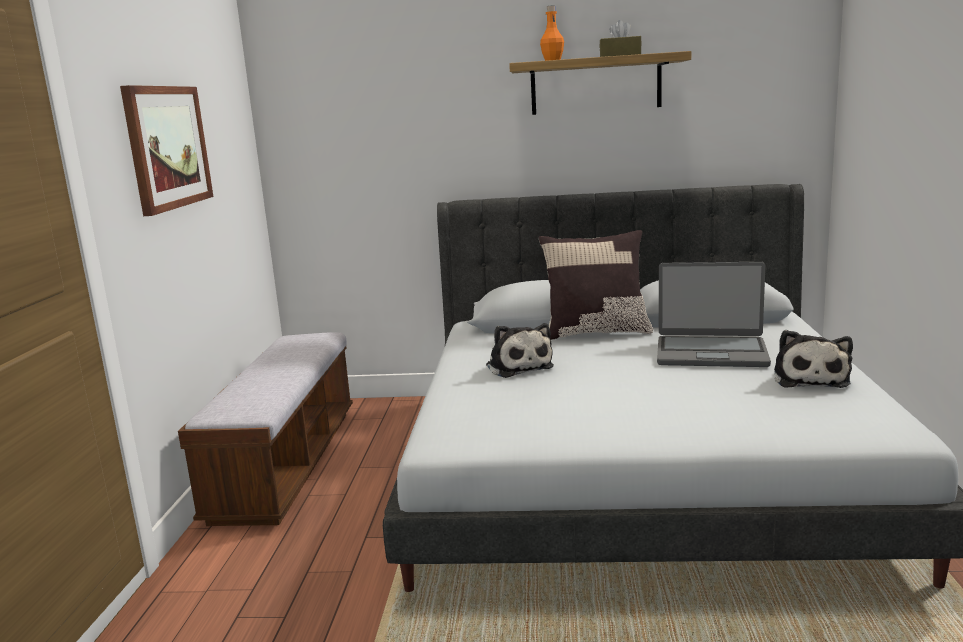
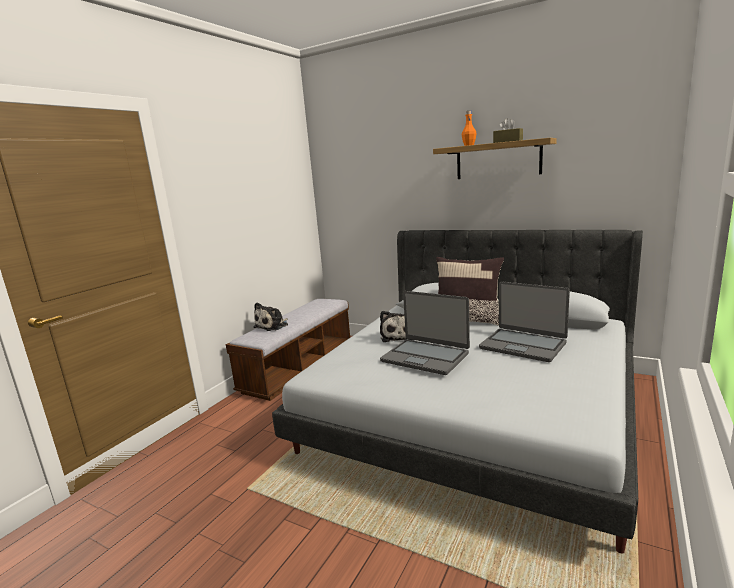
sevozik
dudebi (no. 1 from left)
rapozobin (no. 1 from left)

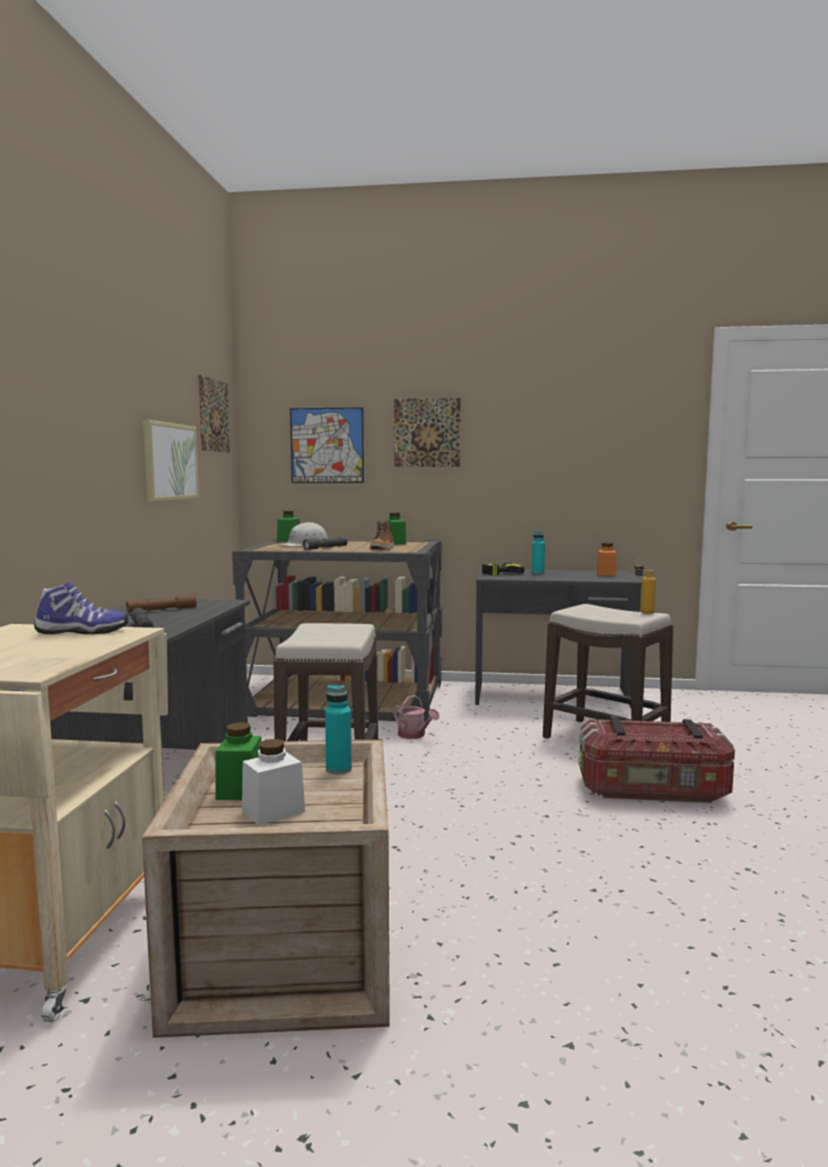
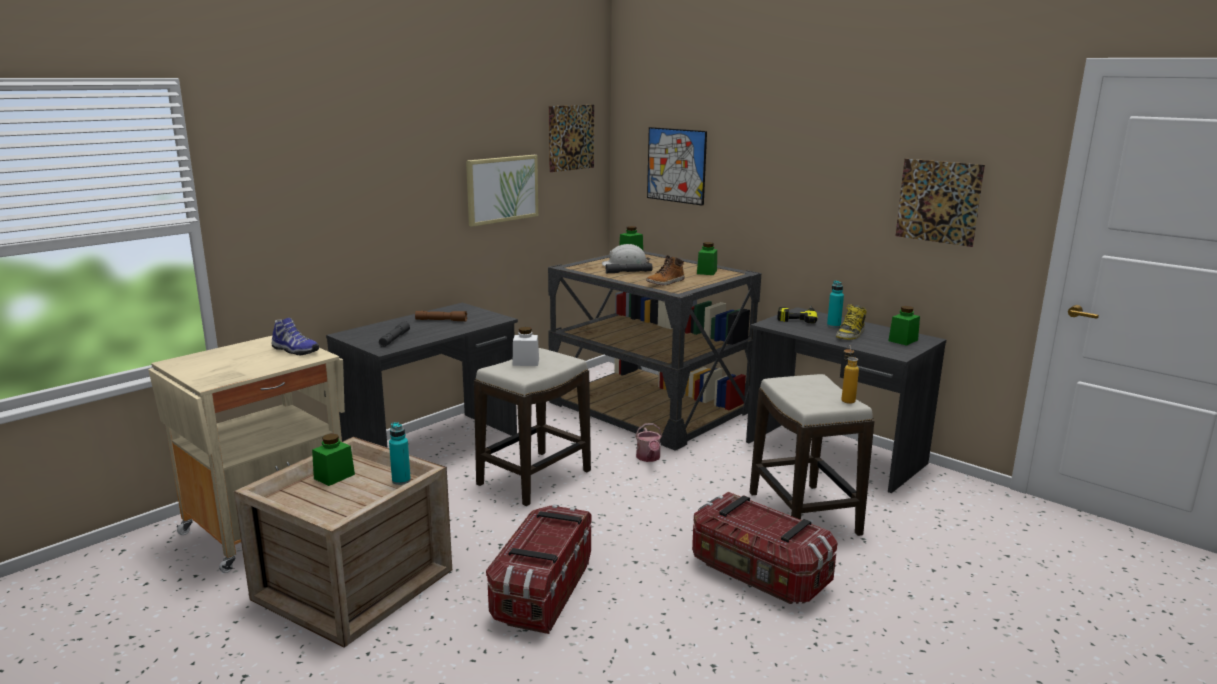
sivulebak (no. 1 from left)
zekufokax (no. 2 from left)
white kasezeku
sevozik (no. 4 from left)
green kasezeku (no. 4 from left)

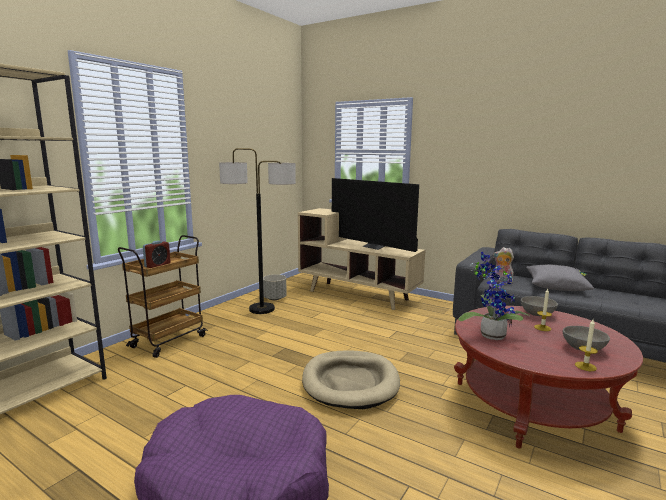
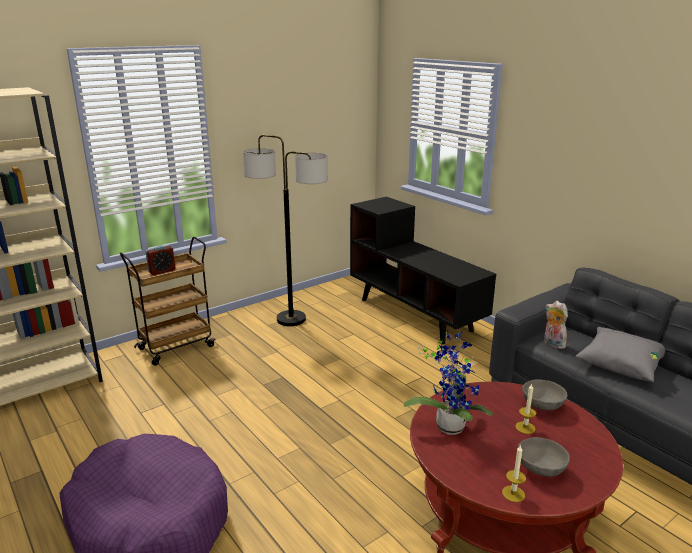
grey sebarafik
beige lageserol
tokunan
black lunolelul

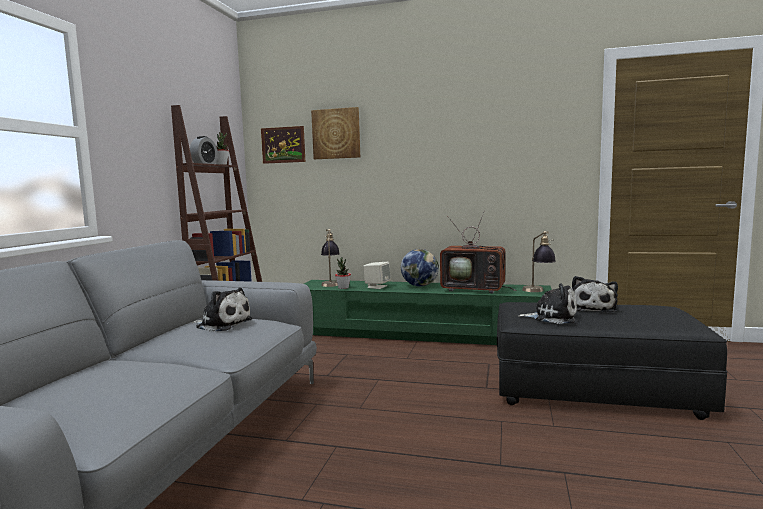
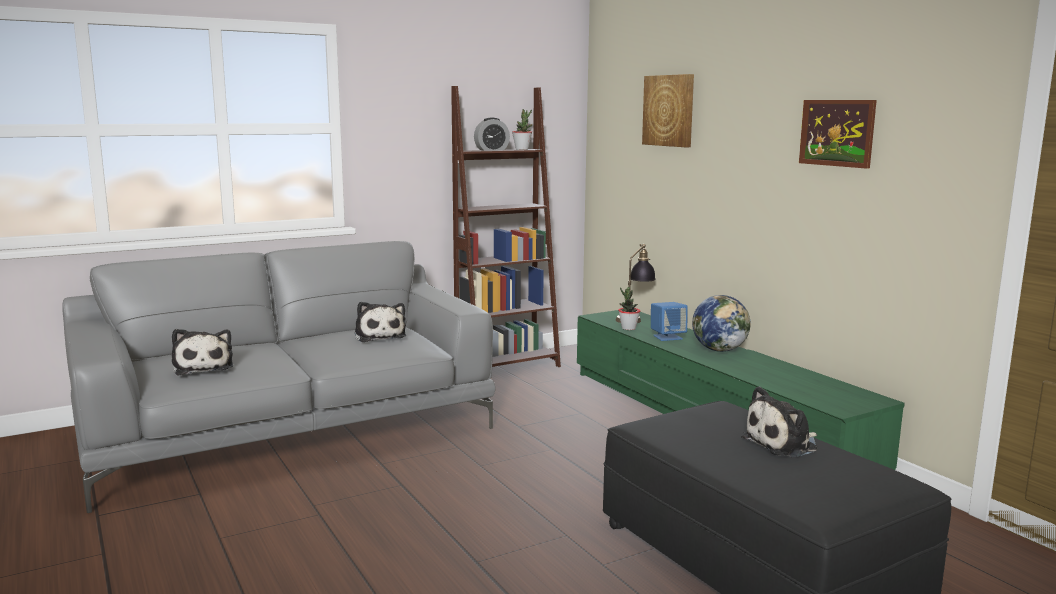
tokunan
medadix (no. 2 from left in the first image)
sevozik (no. 2 from left)
rapozobin (no. 1 from left)
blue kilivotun

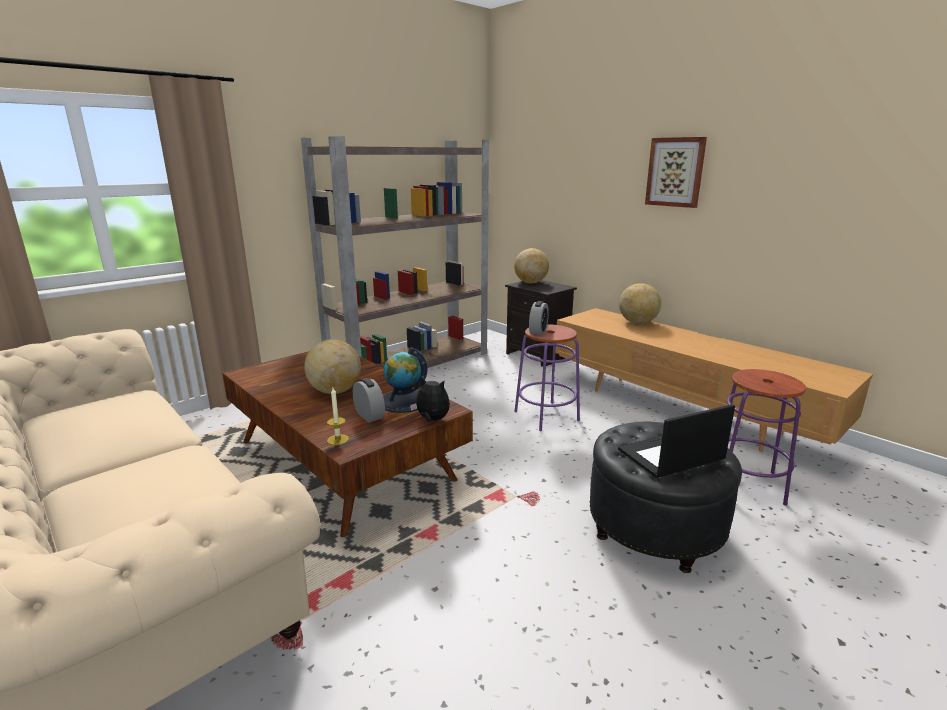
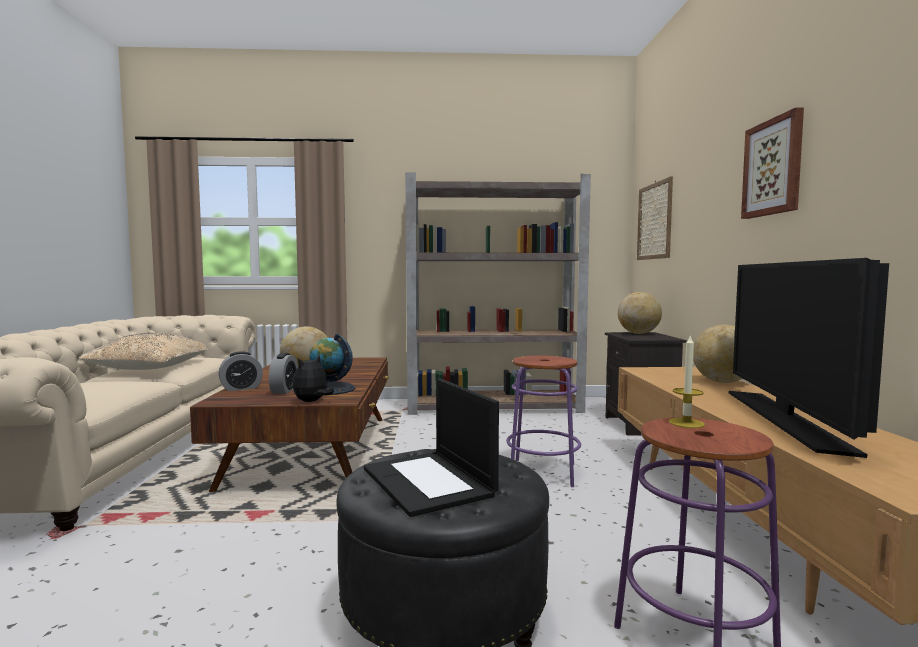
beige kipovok
sevozik (no. 1 from left)
tokunan
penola
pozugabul (no. 1 from left)
rapozobin
dudebi

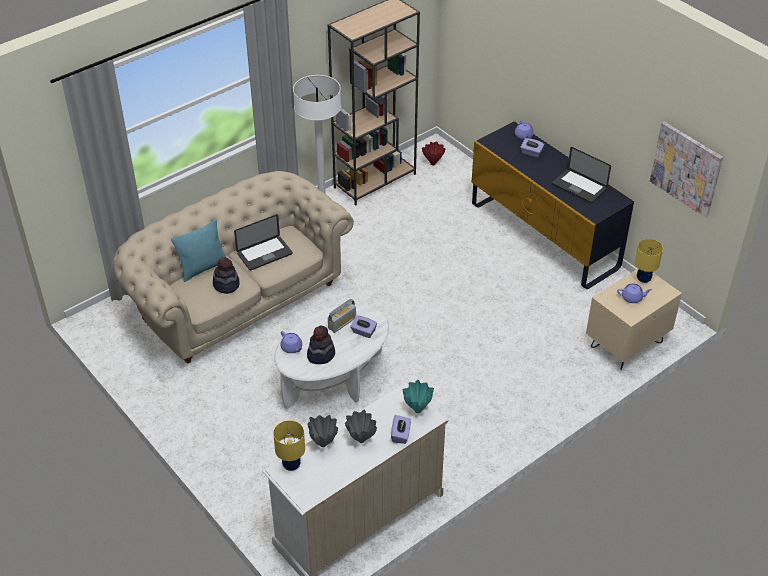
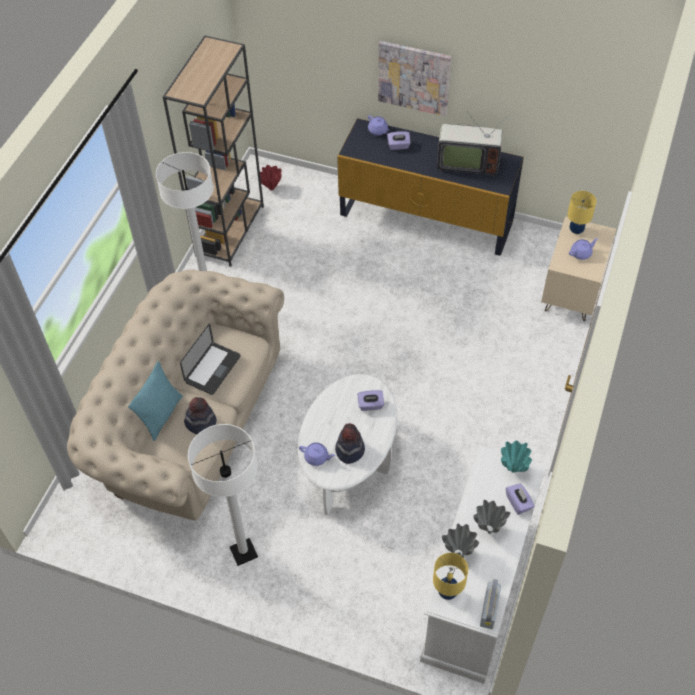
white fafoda (no. 2 from left)
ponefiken
sevozik
tokunan

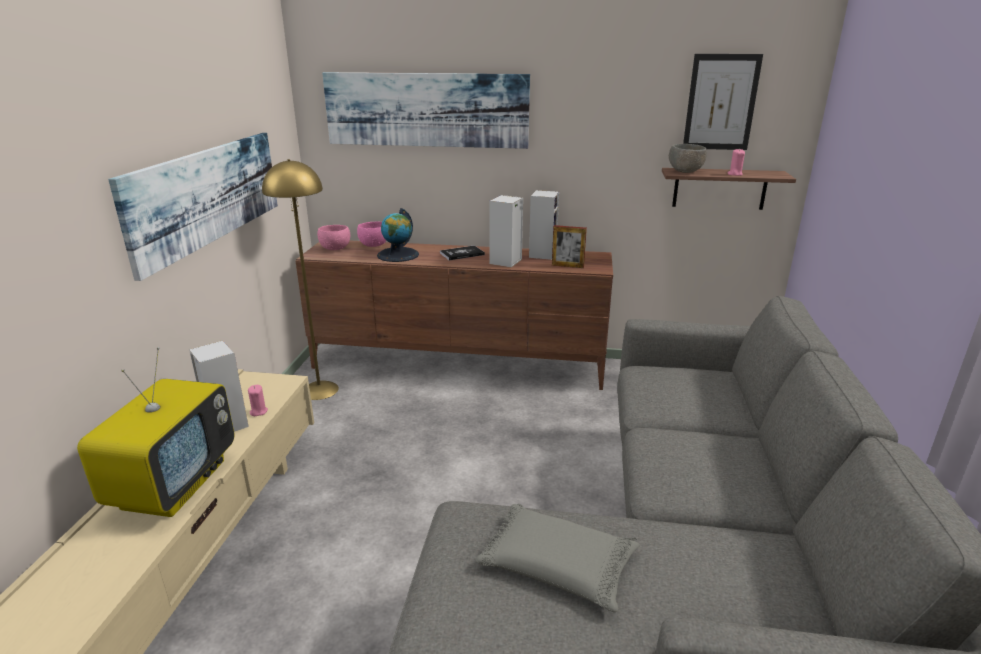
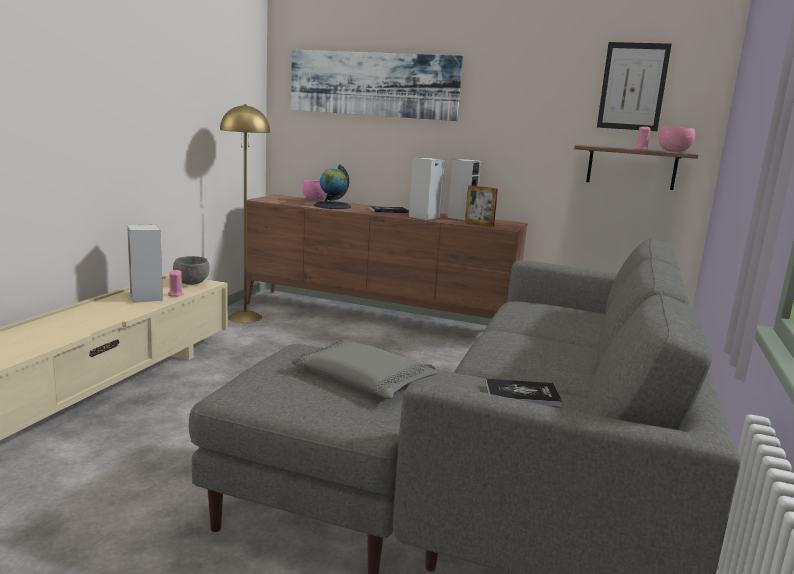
tokunan
sevozik (no. 1 from left in the first image)
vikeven (no. 2 from left)
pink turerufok (no. 2 from left)
grey turerufok

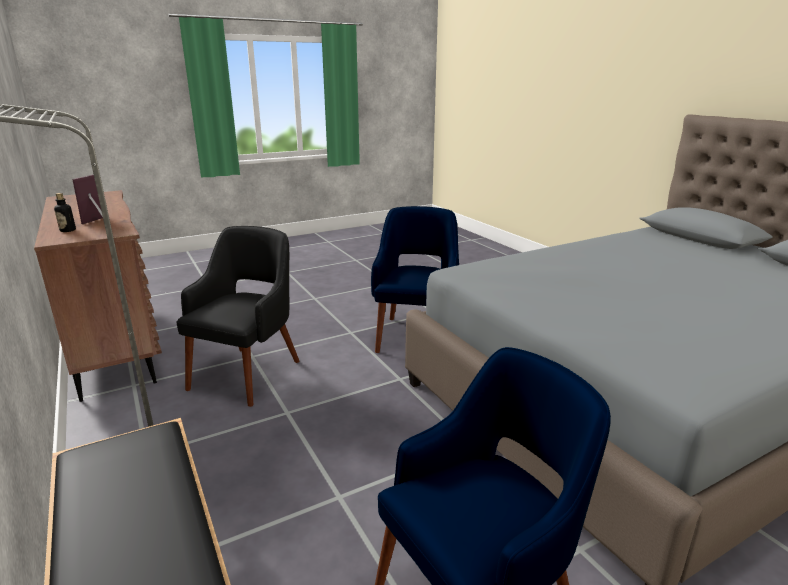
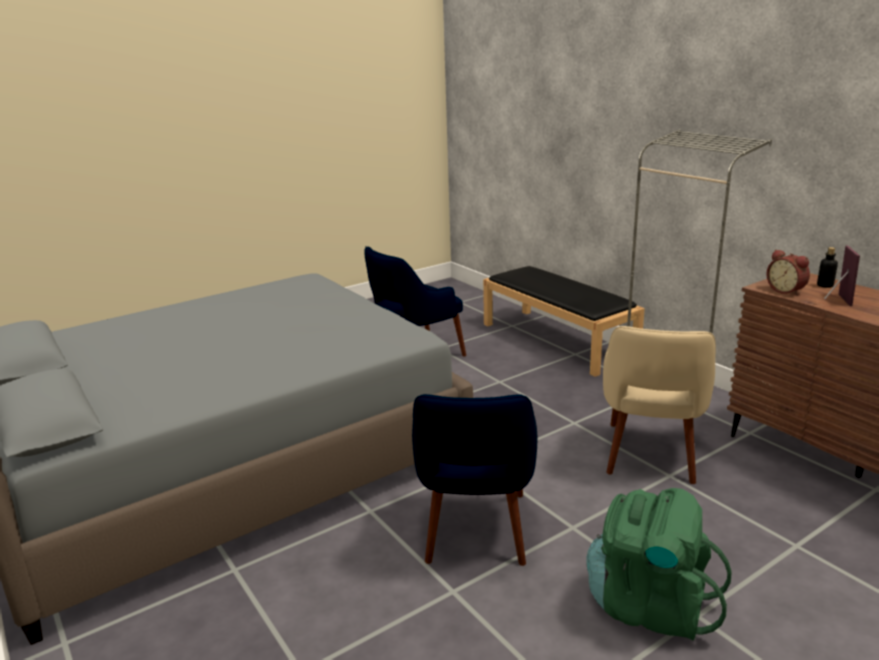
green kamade
pozugabul
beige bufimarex

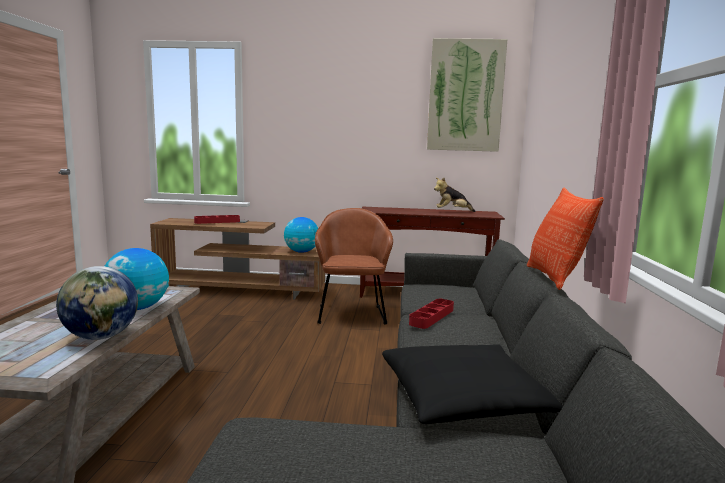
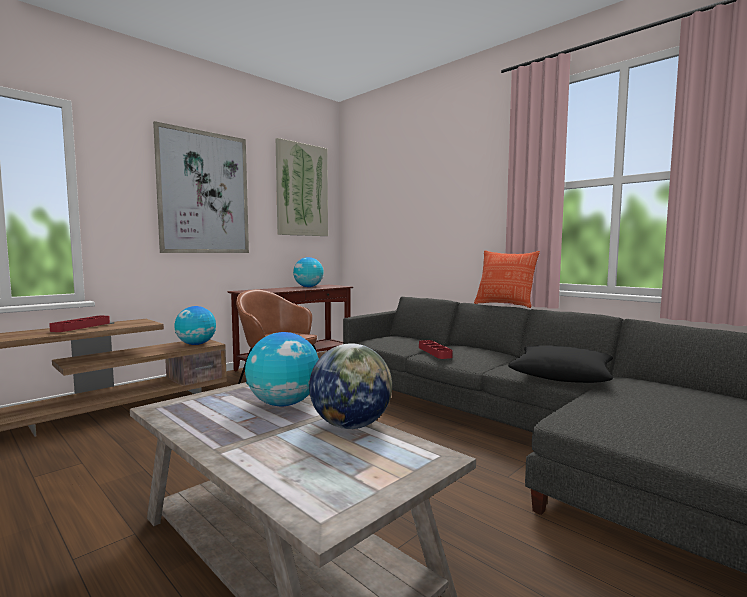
sevozik (no. 1 from left)
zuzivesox (no. 3 from left)

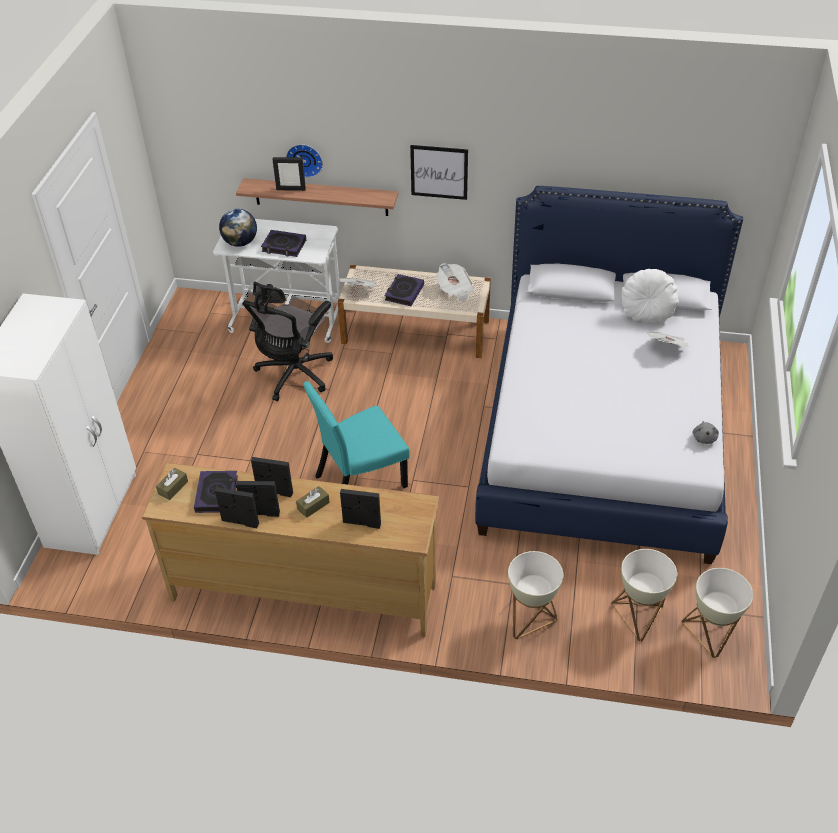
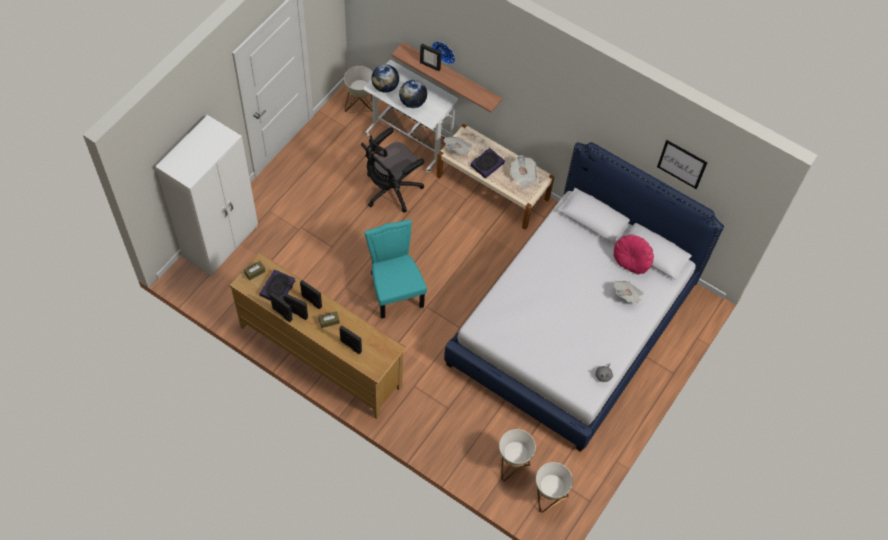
sevozik
sebarafik (no. 1 from left)
zuzivesox (no. 2 from left)
pink kipovok
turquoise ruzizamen

